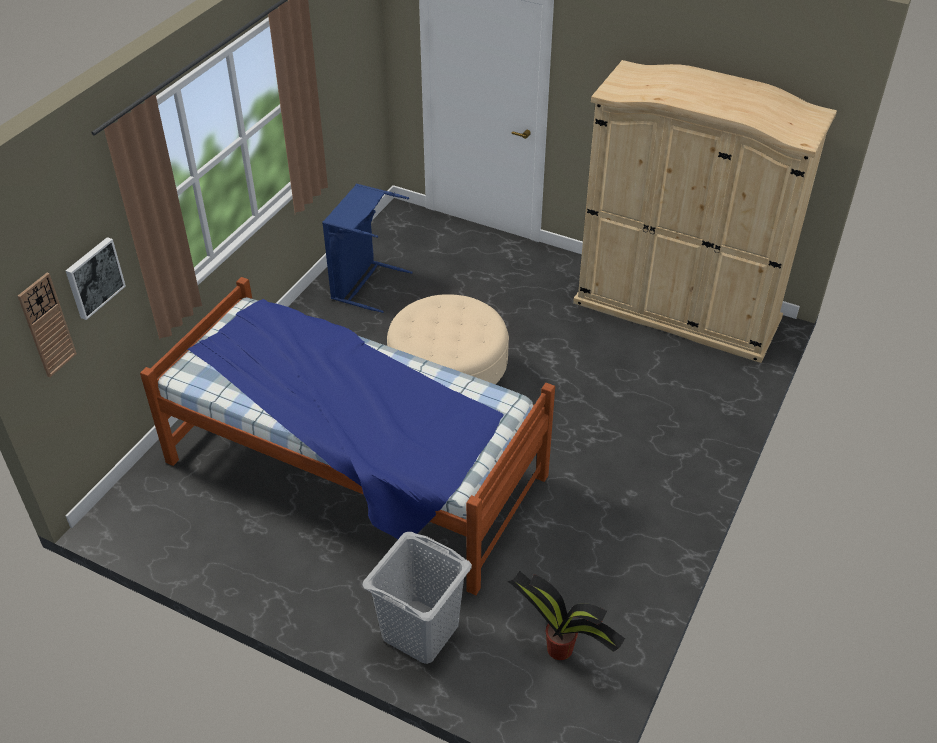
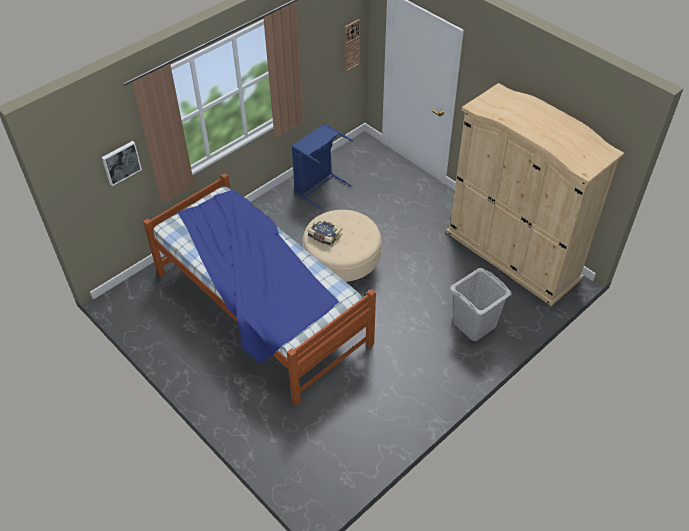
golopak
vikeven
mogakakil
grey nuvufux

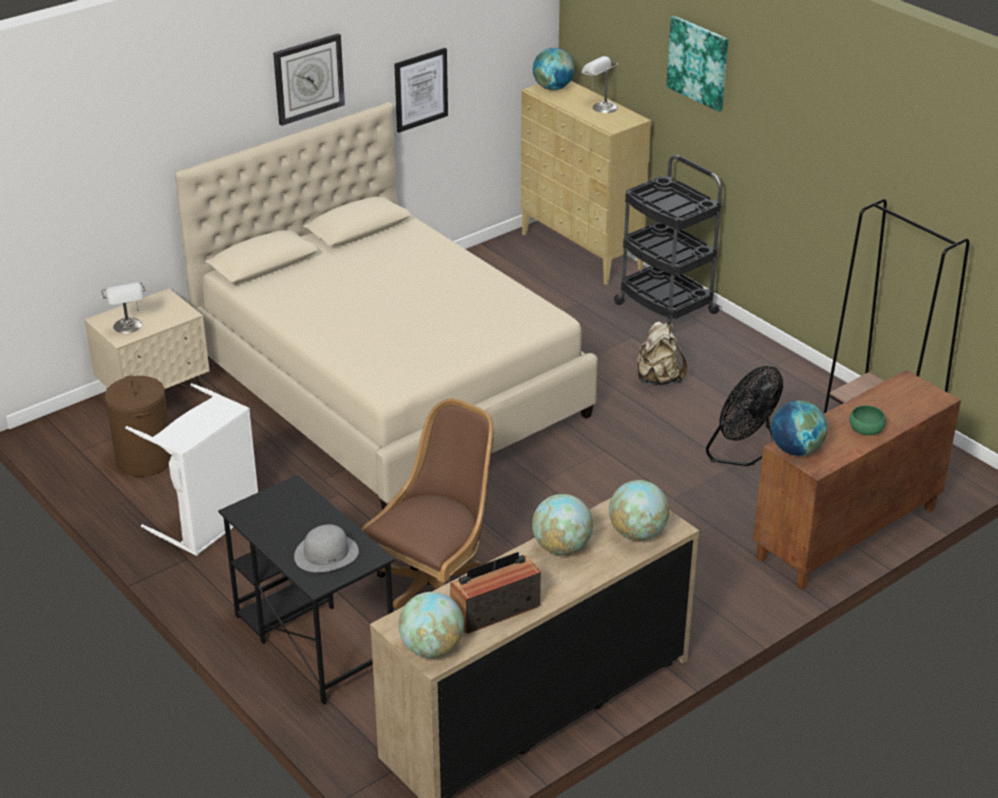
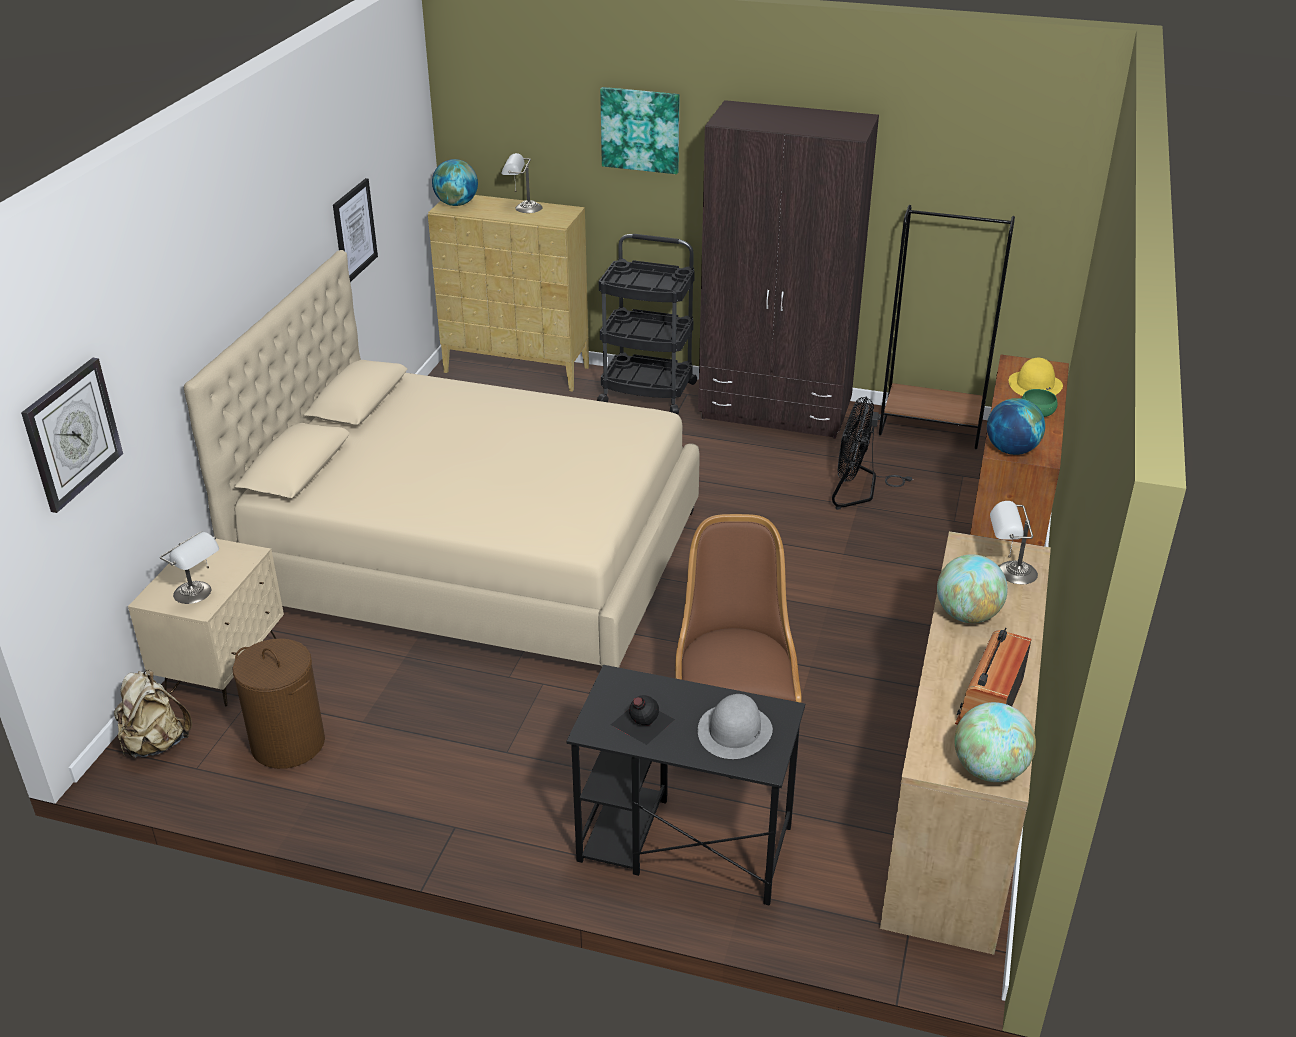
white nuvufux
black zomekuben
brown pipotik
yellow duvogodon
mogakakil
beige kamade
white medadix (no. 3 from left)

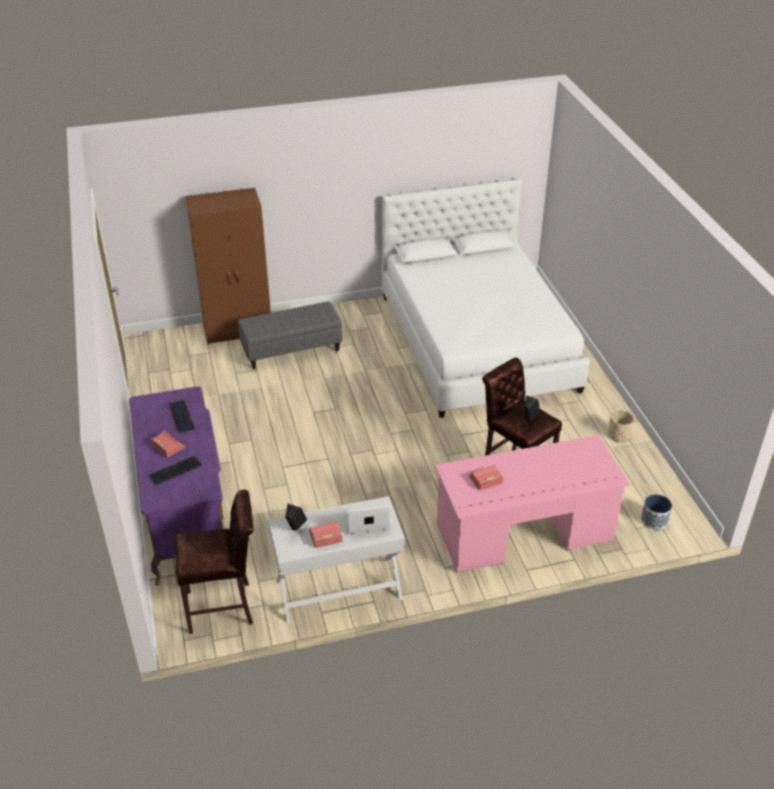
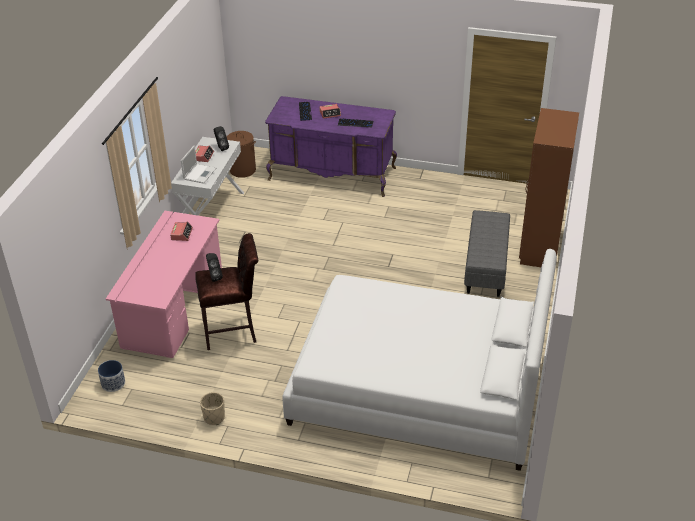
brown nuvufux

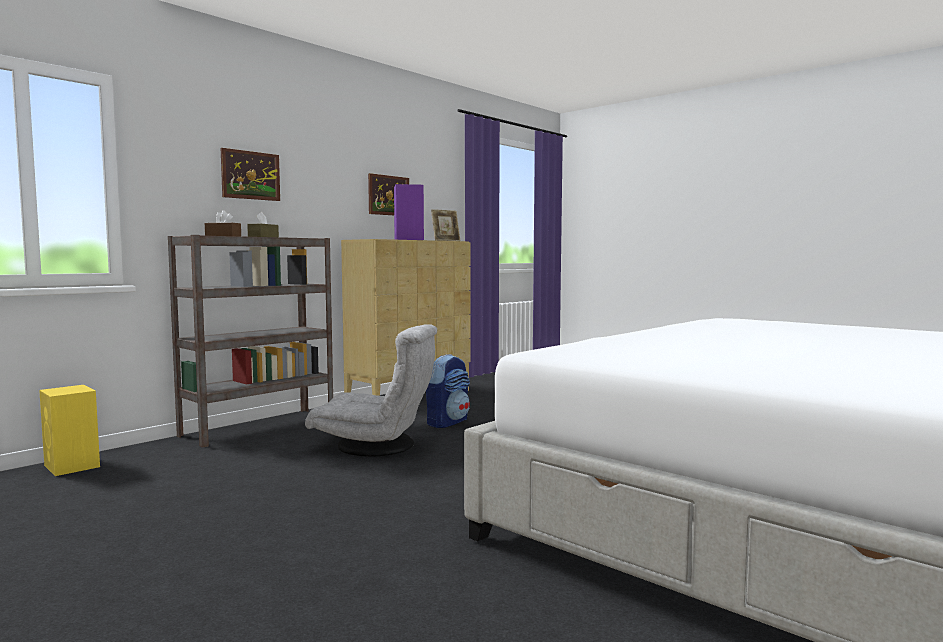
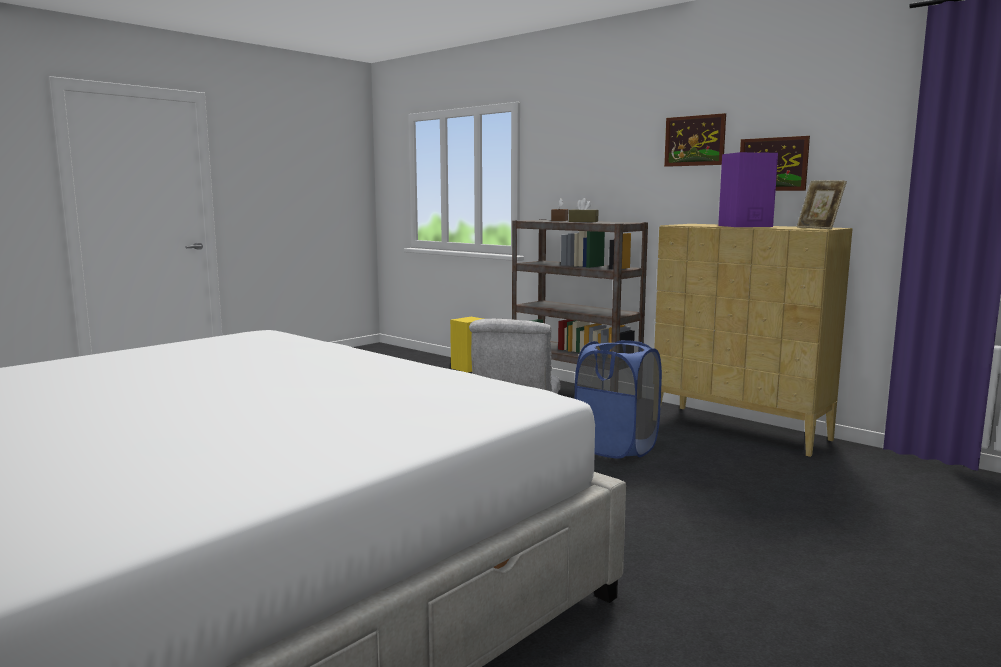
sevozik (no. 1 from left)
blue nuvufux

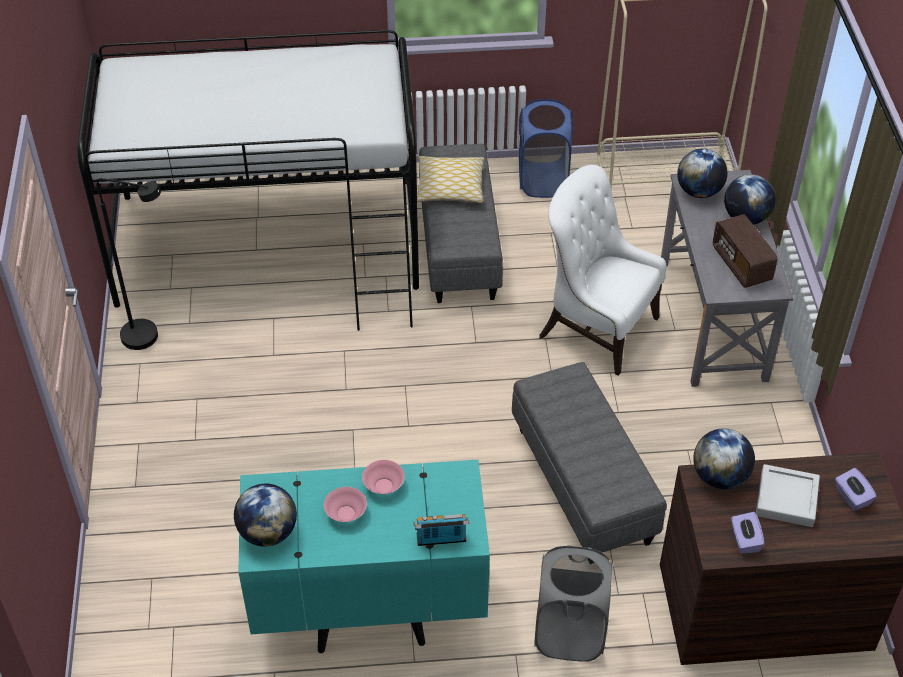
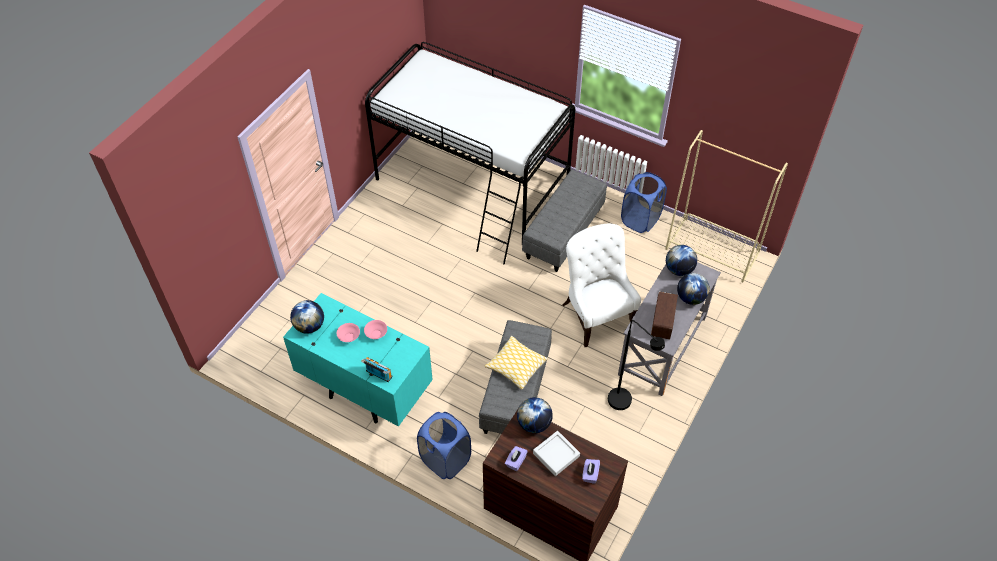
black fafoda
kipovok
blue nuvufux (no. 1 from left)

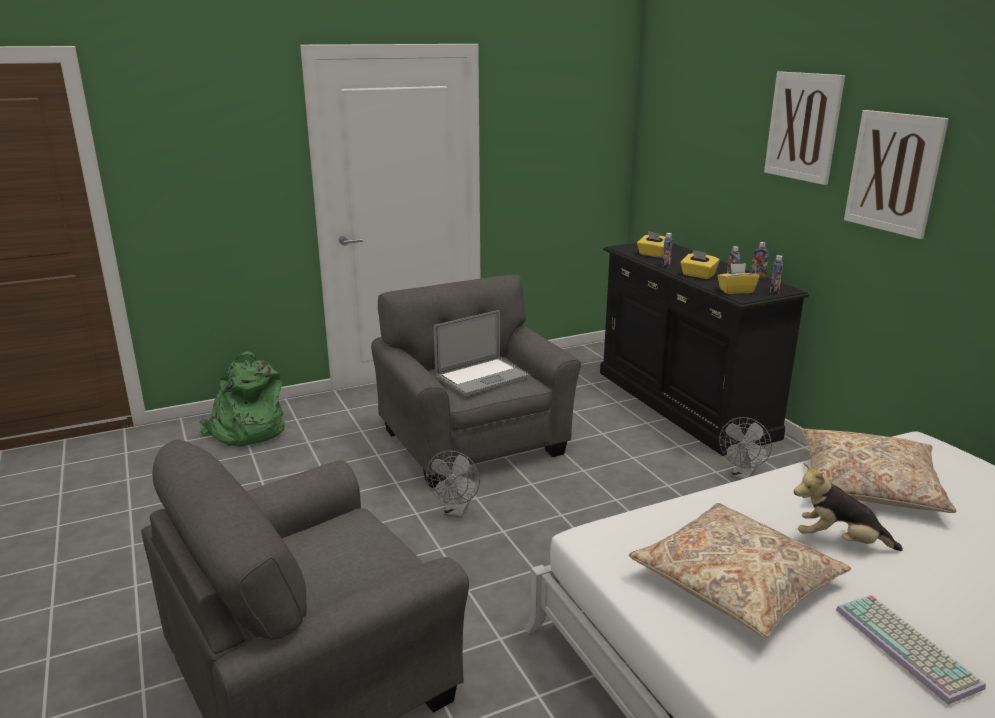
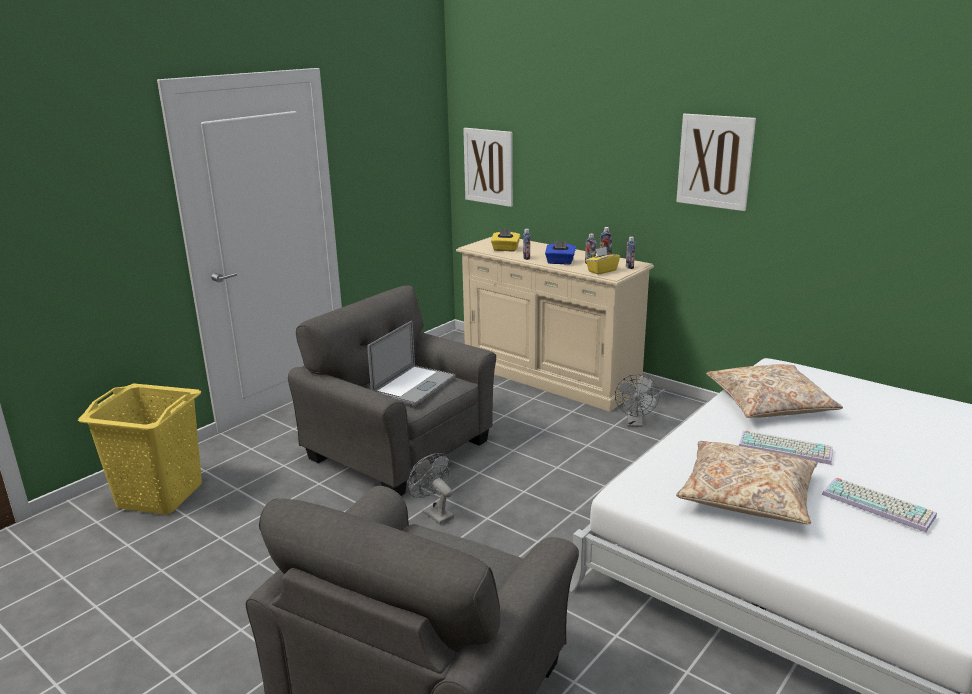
sevozik (no. 1 from left)
yellow nuvufux
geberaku (no. 1 from left)
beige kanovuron
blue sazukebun
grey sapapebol (no. 1 from left)

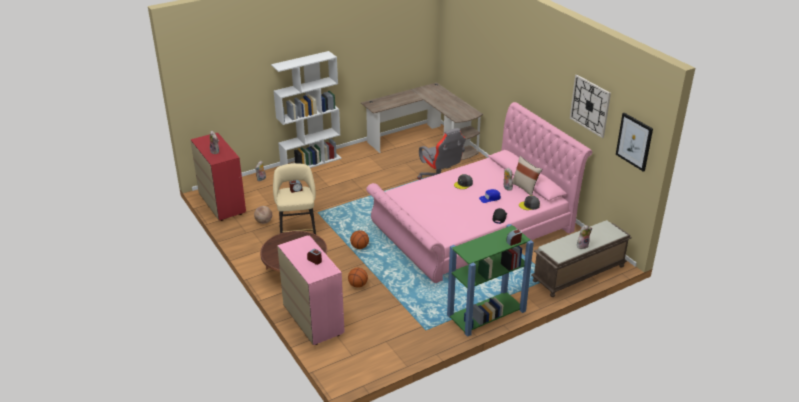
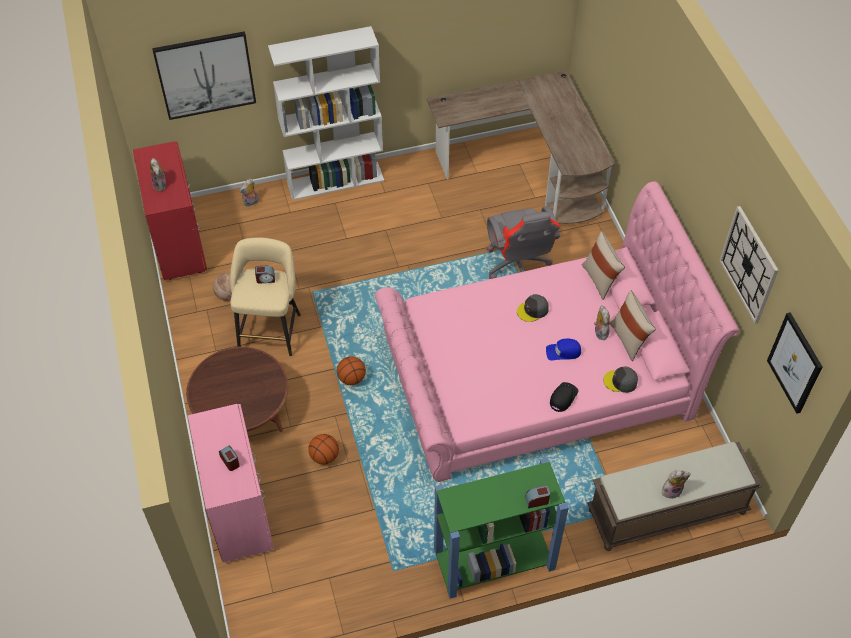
sevozik (no. 1 from left)
beige kipovok (no. 1 from left)

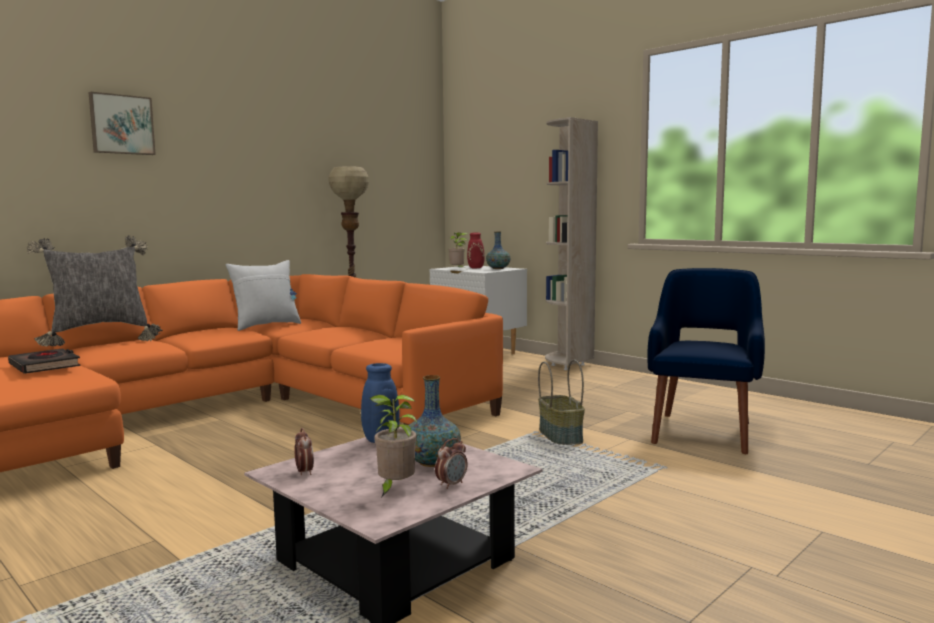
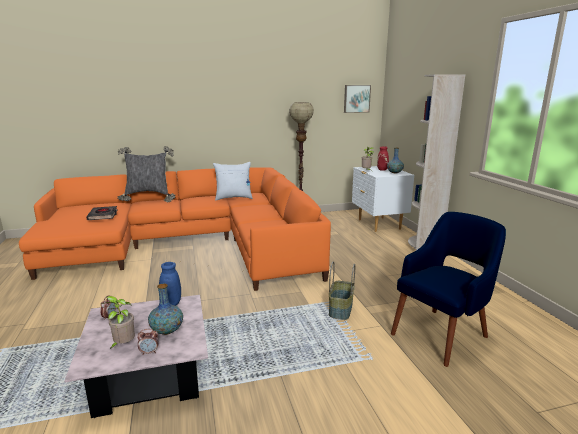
sevozik

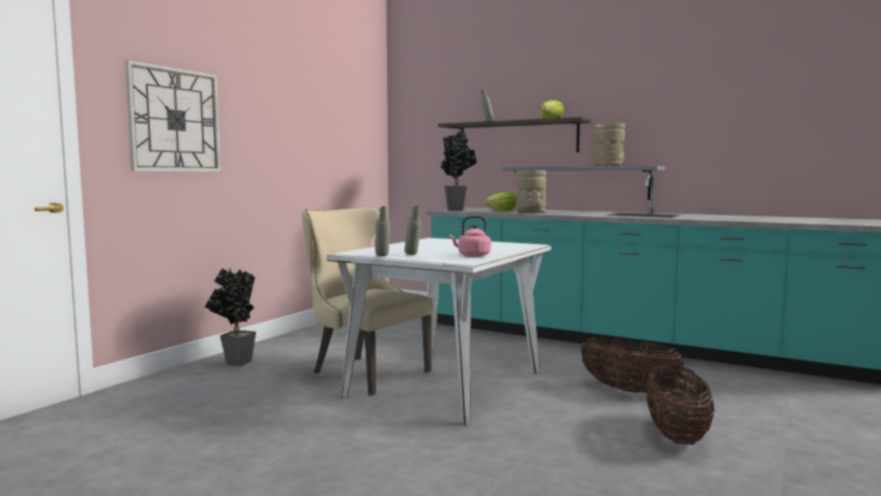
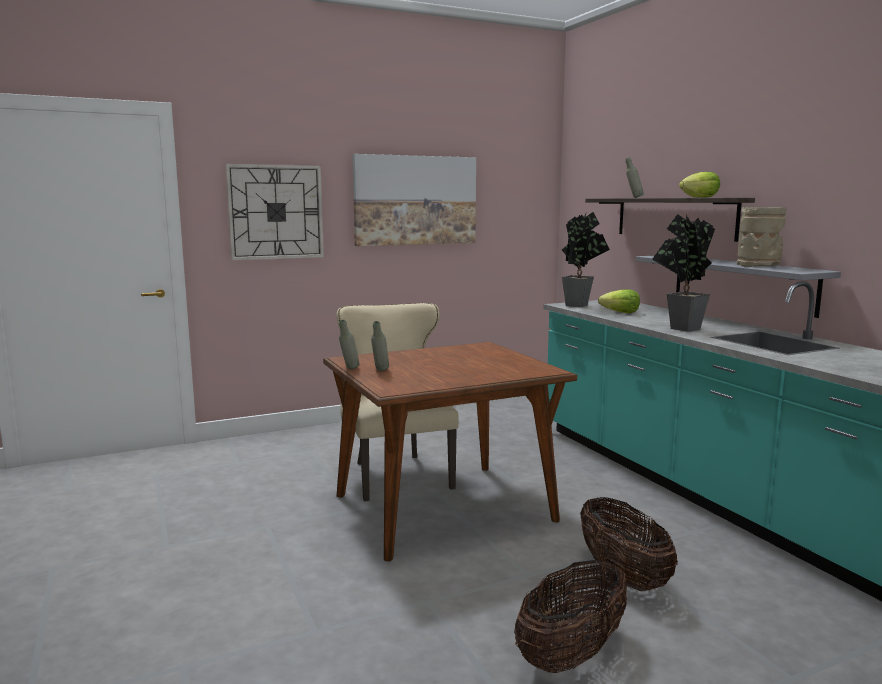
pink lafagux
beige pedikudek (no. 1 from left in the first image)
sevozik
golopak (no. 2 from left)
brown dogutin

